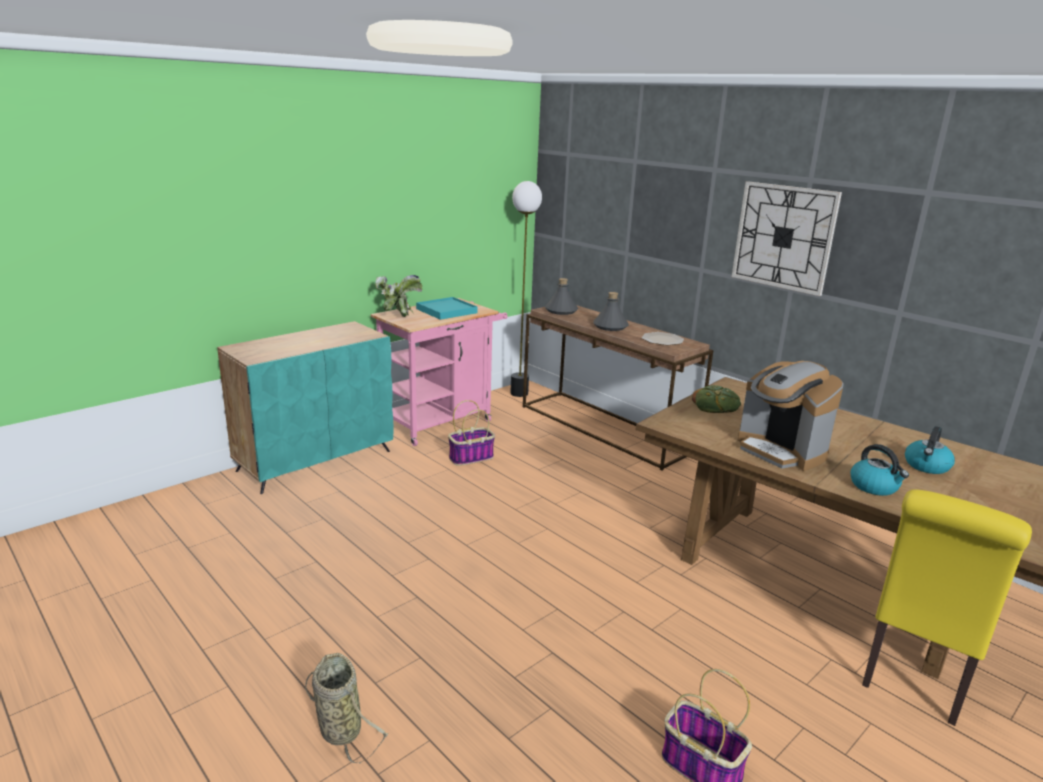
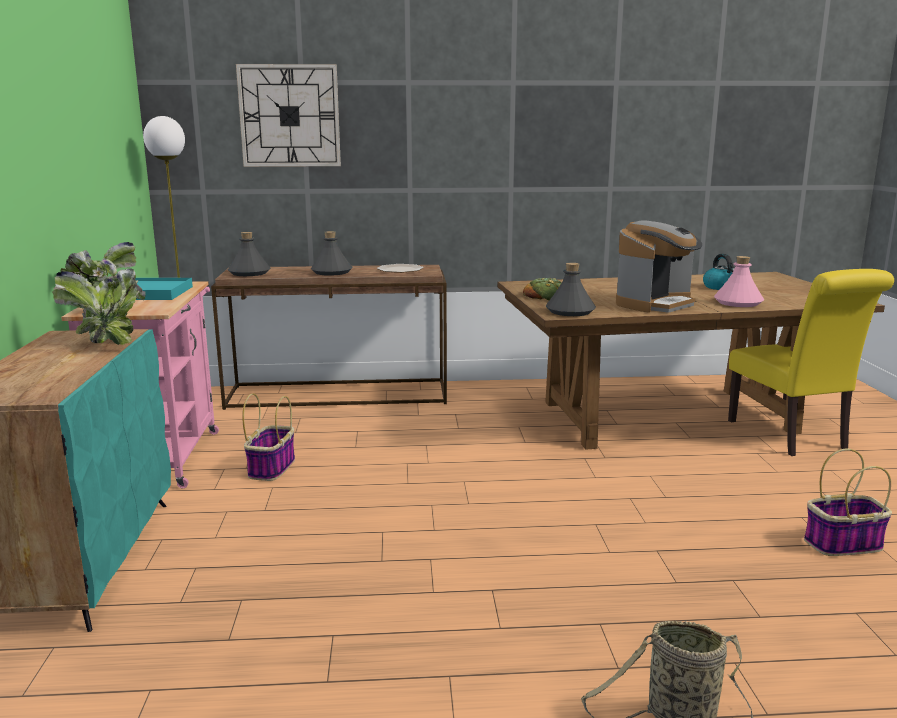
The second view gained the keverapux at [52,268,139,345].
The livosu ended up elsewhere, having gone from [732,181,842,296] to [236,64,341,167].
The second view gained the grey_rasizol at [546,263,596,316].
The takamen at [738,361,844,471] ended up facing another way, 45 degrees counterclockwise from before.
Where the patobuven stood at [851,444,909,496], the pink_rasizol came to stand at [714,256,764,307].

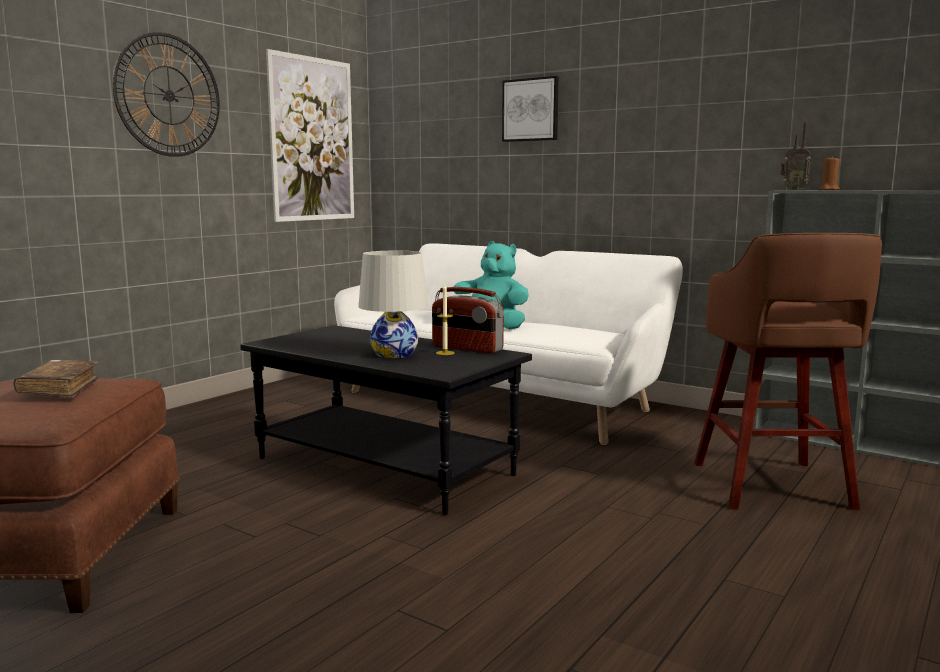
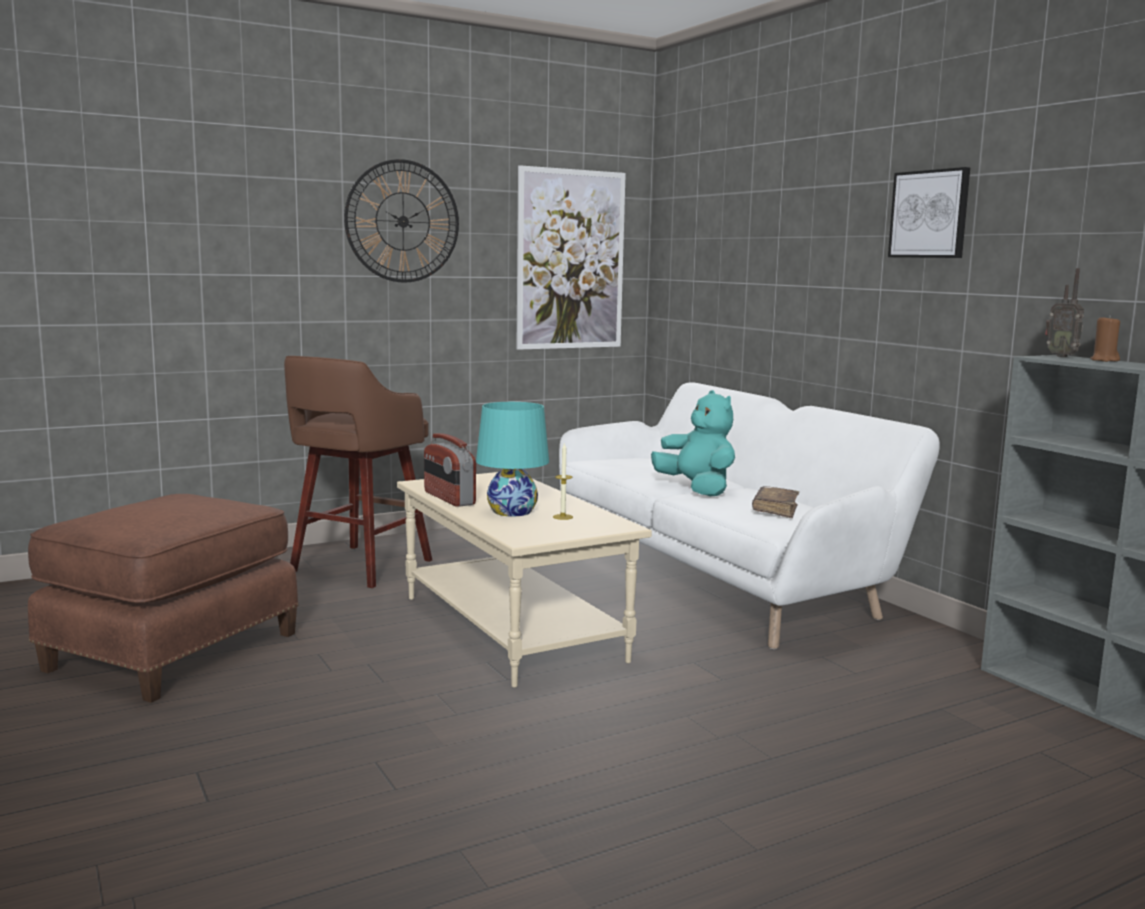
The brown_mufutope ended up elsewhere, having gone from [694,233,882,510] to [284,356,432,588].
What was the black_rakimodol at [240,325,532,515] turned into the beige_rakimodol at [397,472,652,688].
The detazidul ended up elsewhere, having gone from [432,287,504,353] to [424,433,476,507].
What was the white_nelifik at [358,251,428,358] turned into the turquoise_nelifik at [476,402,549,516].
The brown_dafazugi ended up elsewhere, having gone from [14,360,99,398] to [752,486,799,518].
The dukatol ended up elsewhere, having gone from [502,76,559,142] to [888,167,970,258].

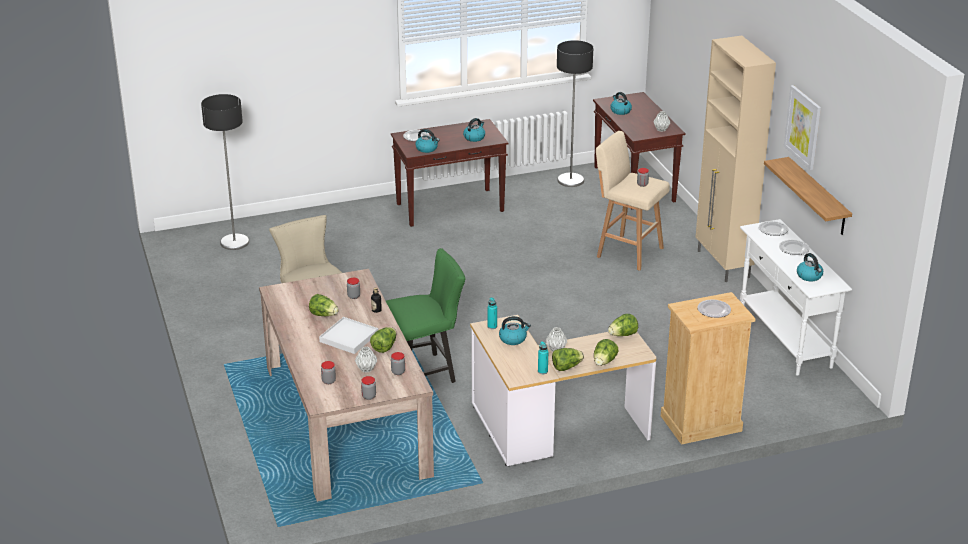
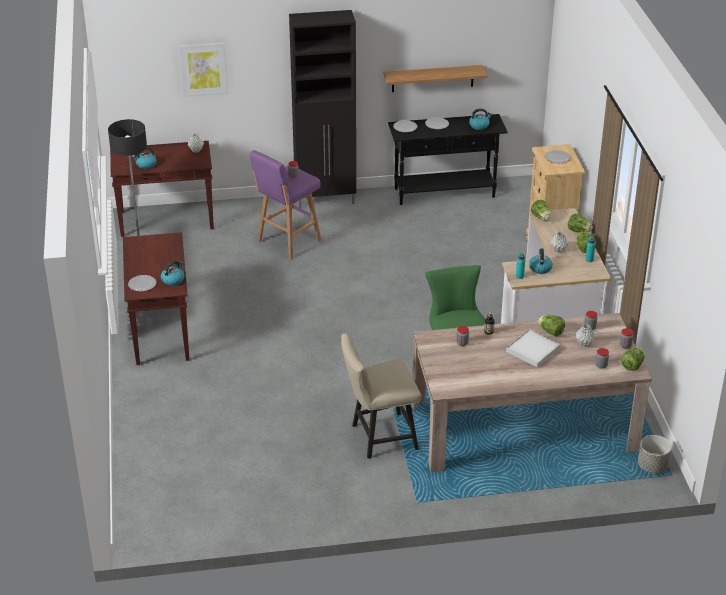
The dukatol ended up elsewhere, having gone from [784,85,821,170] to [179,43,228,97].
What was the beige_mufutope at [596,131,670,271] turned into the purple_mufutope at [250,150,322,259].
What was the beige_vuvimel at [696,36,776,282] turned into the black_vuvimel at [289,10,356,208].
What was the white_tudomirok at [740,219,852,376] turned into the black_tudomirok at [388,114,508,205].
The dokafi ended up elsewhere, having gone from [309,294,339,316] to [620,348,645,371].
The second view gained the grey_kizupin at [638,435,672,473].
The second view lost the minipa at [201,94,249,250].
The second view lost the patobuven at [463,118,485,142].

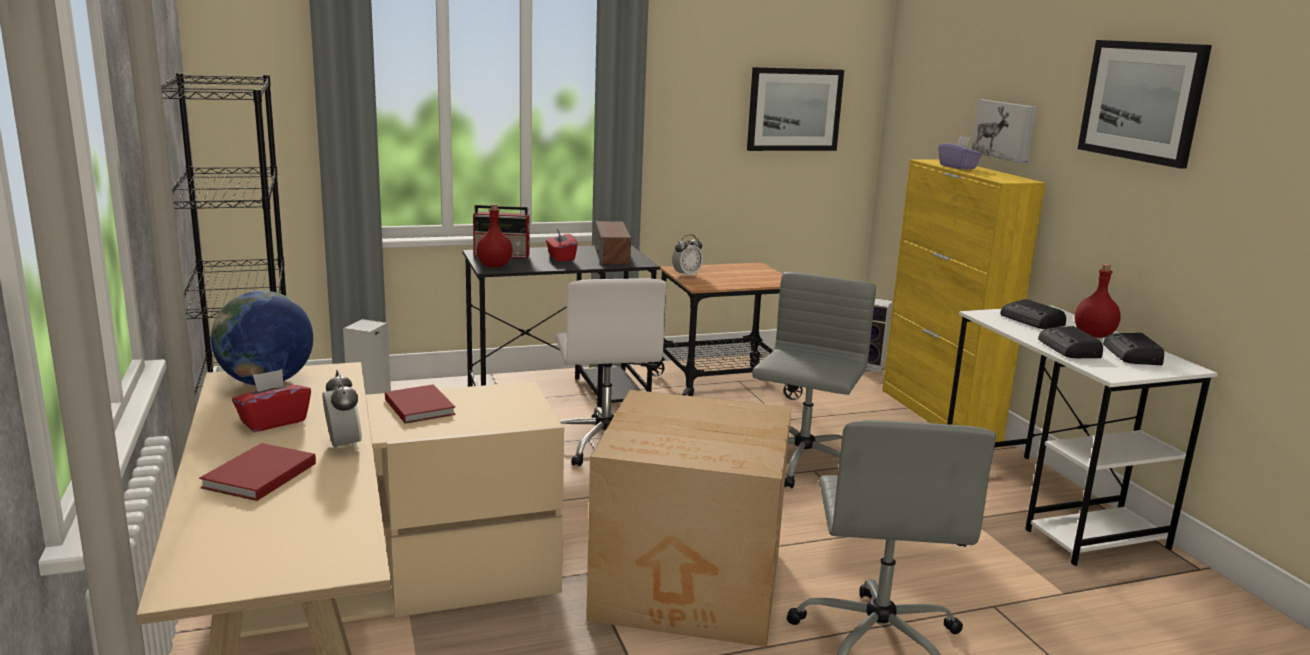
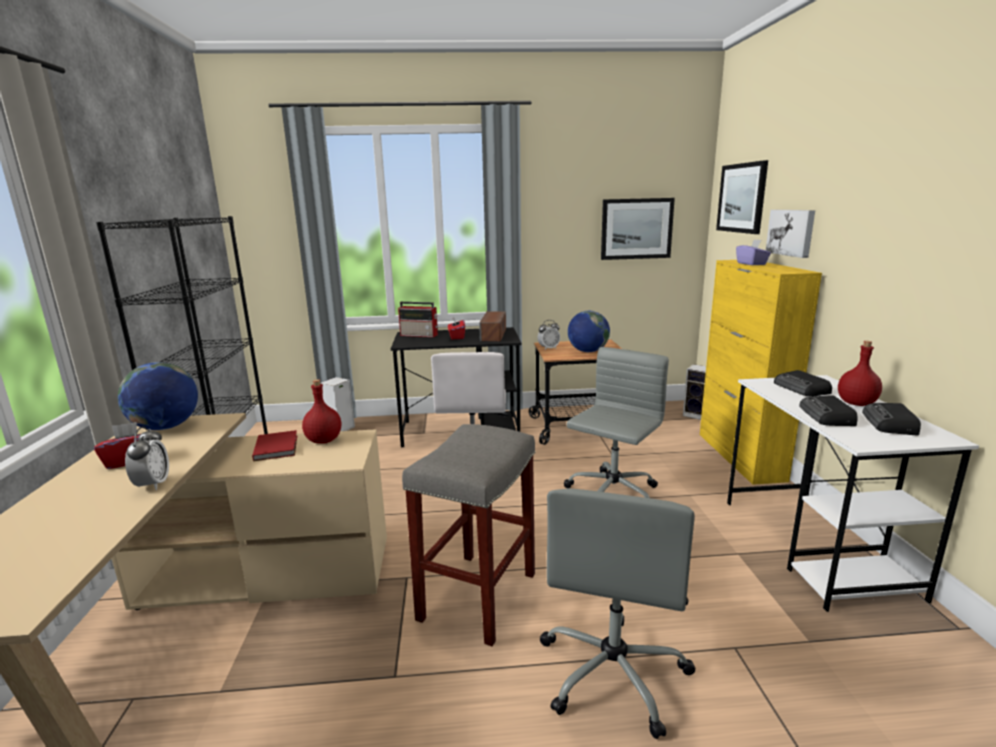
The red_rasizol ended up elsewhere, having gone from [476,204,513,267] to [302,379,341,444].
Where the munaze stood at [586,390,791,647], the grey_mufutope came to stand at [402,424,536,646].
The second view gained the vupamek at [568,311,610,352].
The dukatol ended up elsewhere, having gone from [1077,40,1212,169] to [716,160,768,234].
The second view lost the red_dafazugi at [199,443,316,501].

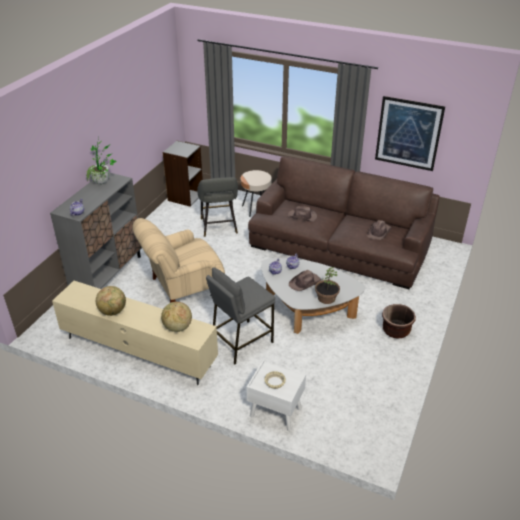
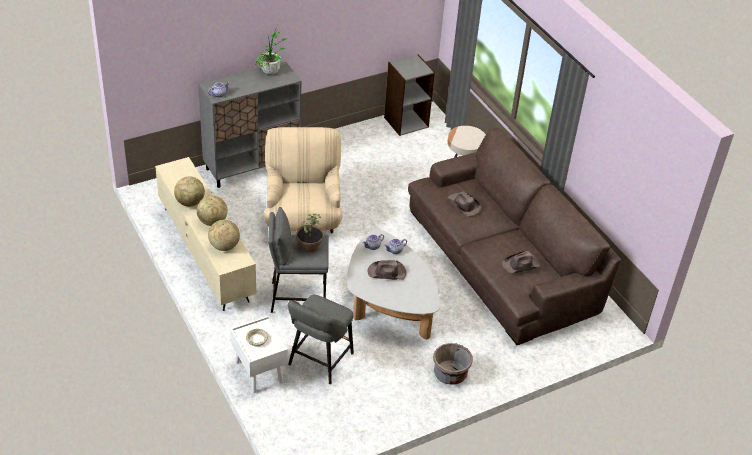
The second view gained the vupamek at [197,196,228,226].
The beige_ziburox at [132,218,225,303] ended up facing another way, 75 degrees clockwise from before.
The grey_mufutope ended up elsewhere, having gone from [197,177,238,237] to [288,295,354,384].
The keverapux ended up elsewhere, having gone from [315,267,340,304] to [296,213,324,252].
What was the brown_kizupin at [382,304,416,339] turned into the grey_kizupin at [433,343,473,385].
The second view lost the dukatol at [375,96,445,171].

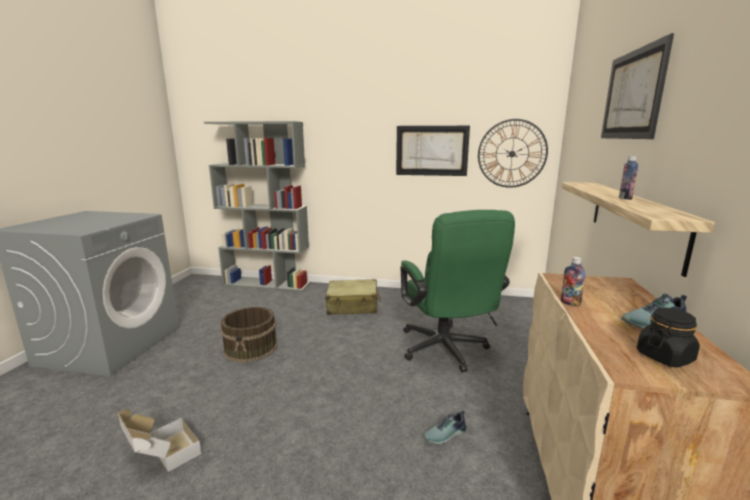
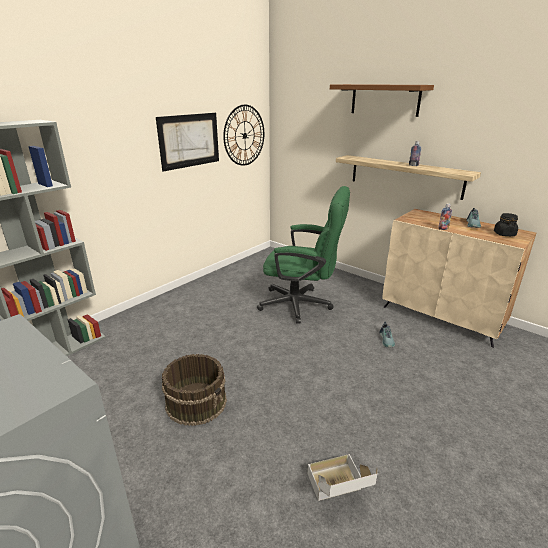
Where the dukatol hung at [601,33,674,139], the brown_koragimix came to hang at [330,84,434,117].
The second view lost the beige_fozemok at [325,279,381,315].

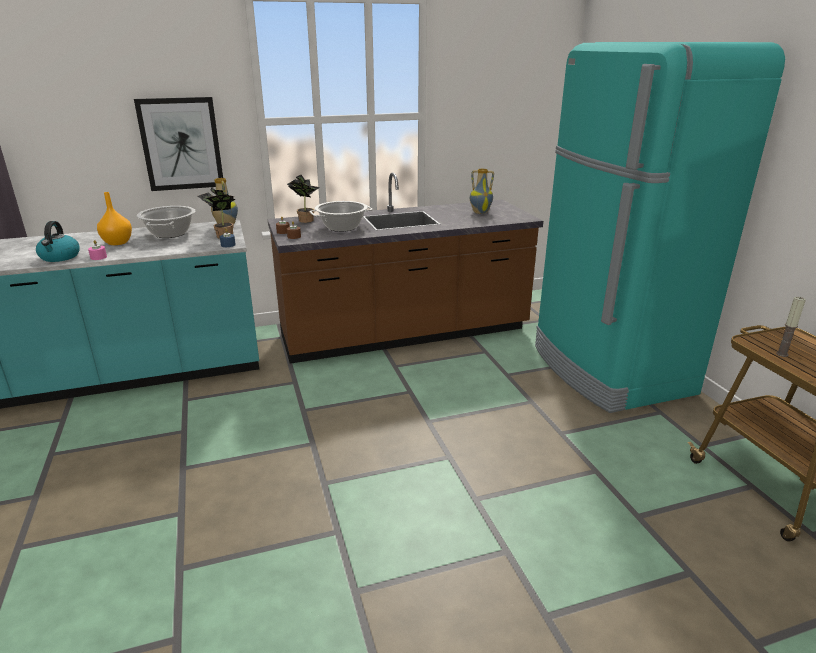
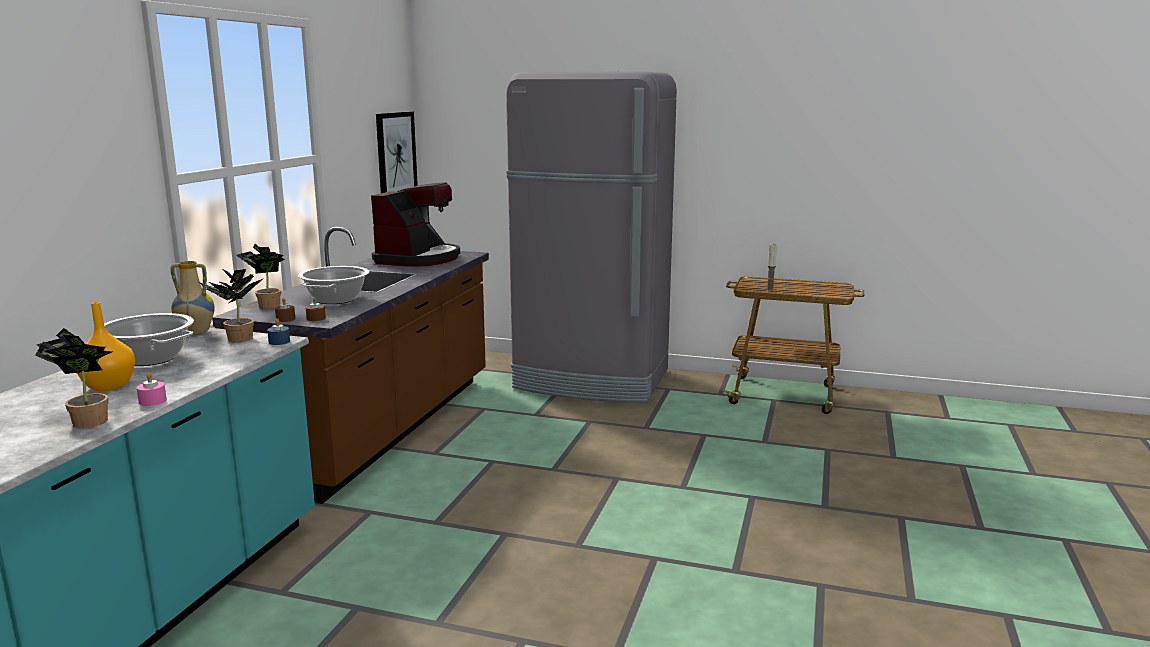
Where the patobuven stood at [36,221,80,262], the keverapux came to stand at [35,328,112,428].
Where the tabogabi stood at [470,169,494,214], the takamen came to stand at [371,182,460,267].
The dukatol ended up elsewhere, having gone from [134,97,223,191] to [376,112,418,193].
What was the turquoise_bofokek at [535,42,785,413] turned into the grey_bofokek at [506,71,677,403].

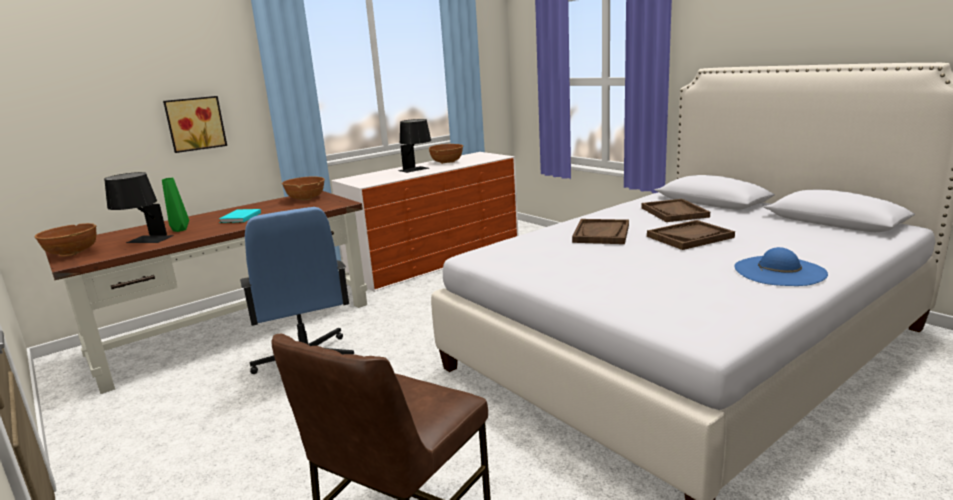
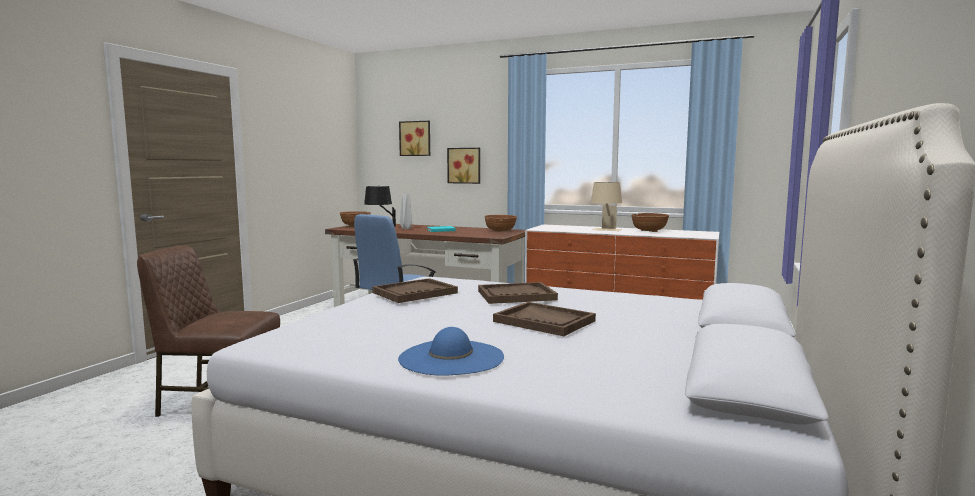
The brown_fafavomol ended up elsewhere, having gone from [641,199,710,222] to [372,278,458,303].
The second view gained the dukatol at [399,121,430,156].
What was the green_tabogabi at [162,178,189,232] turned into the grey_tabogabi at [400,194,412,229].
What was the black_nelifik at [398,119,431,173] turned into the beige_nelifik at [591,182,622,231].

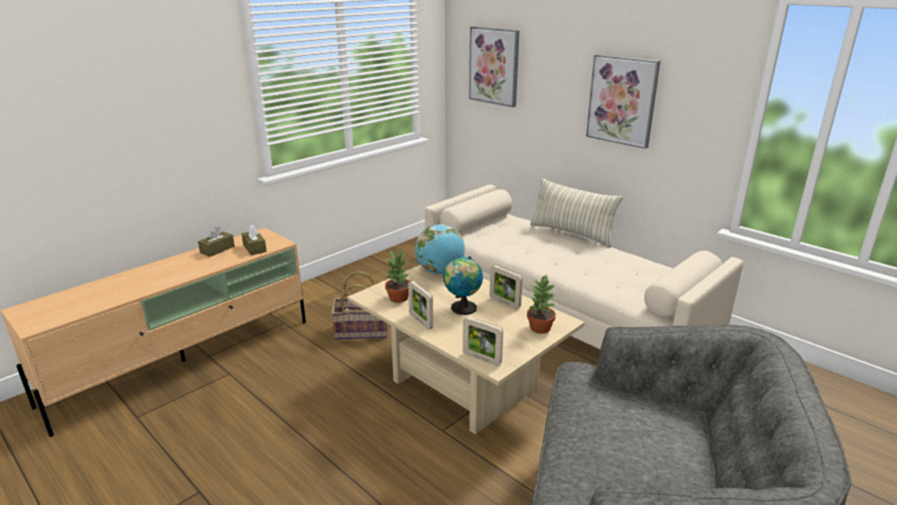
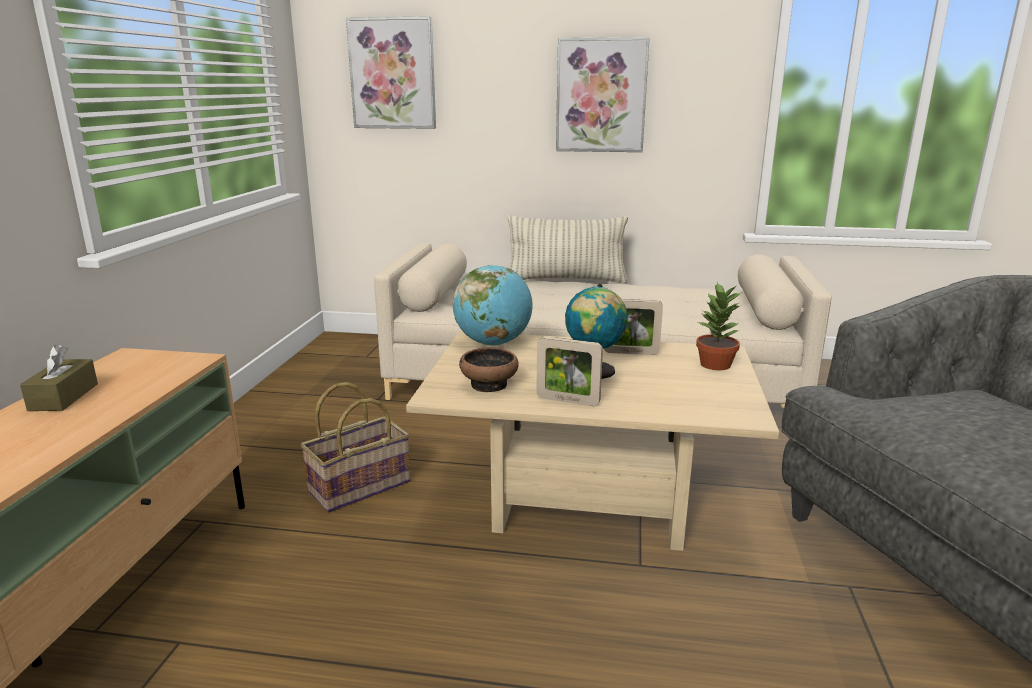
Where the keverapux stood at [385,250,410,303], the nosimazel came to stand at [459,348,519,392].
The second view lost the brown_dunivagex at [241,225,267,255].
The second view lost the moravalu at [463,317,503,366].

